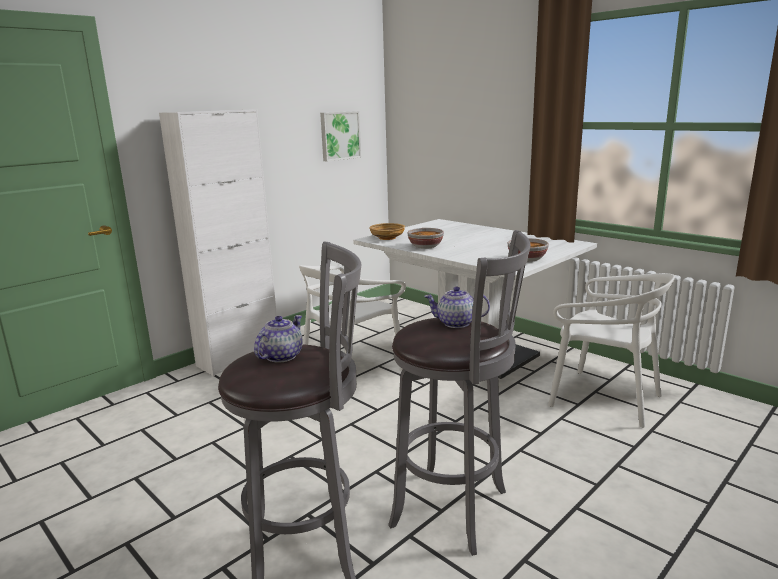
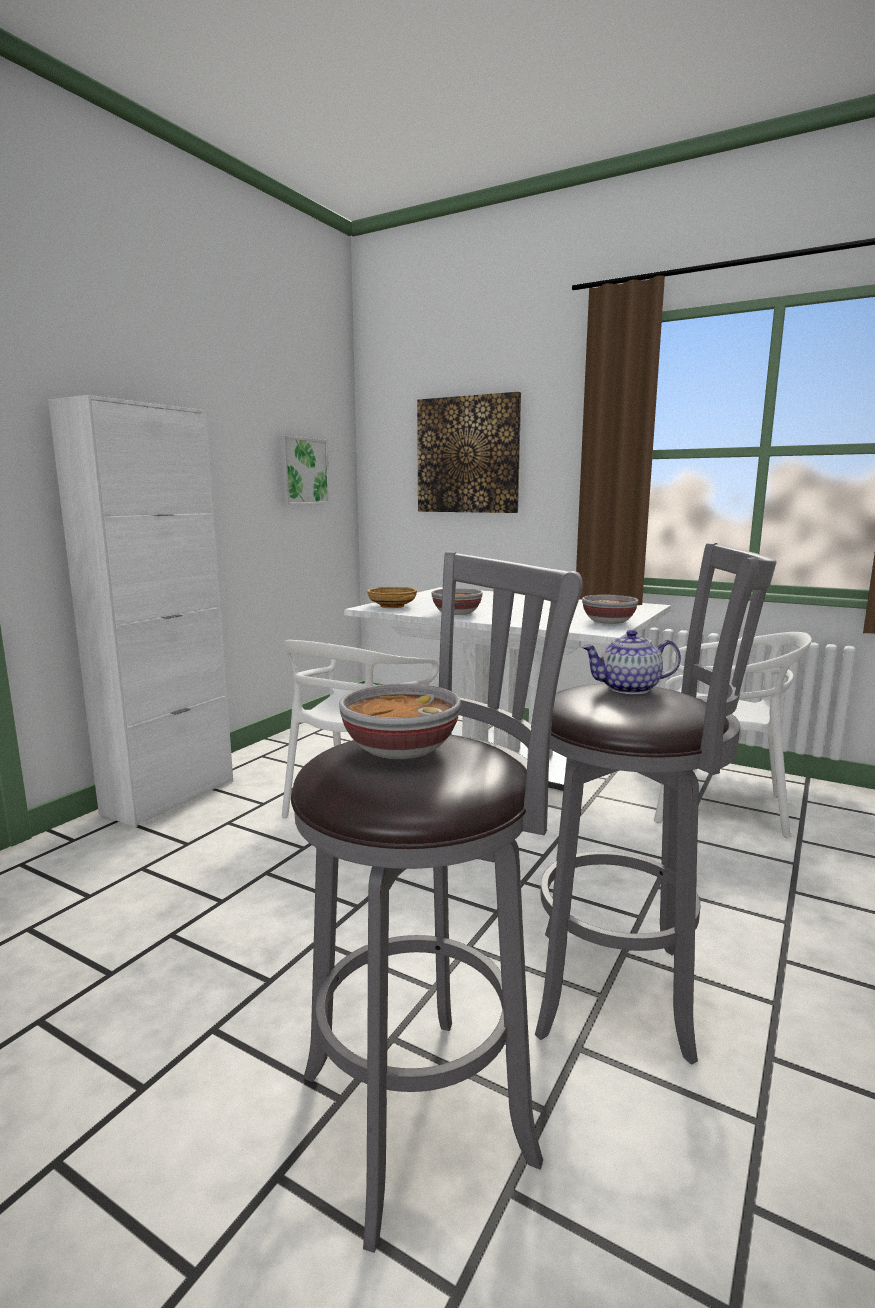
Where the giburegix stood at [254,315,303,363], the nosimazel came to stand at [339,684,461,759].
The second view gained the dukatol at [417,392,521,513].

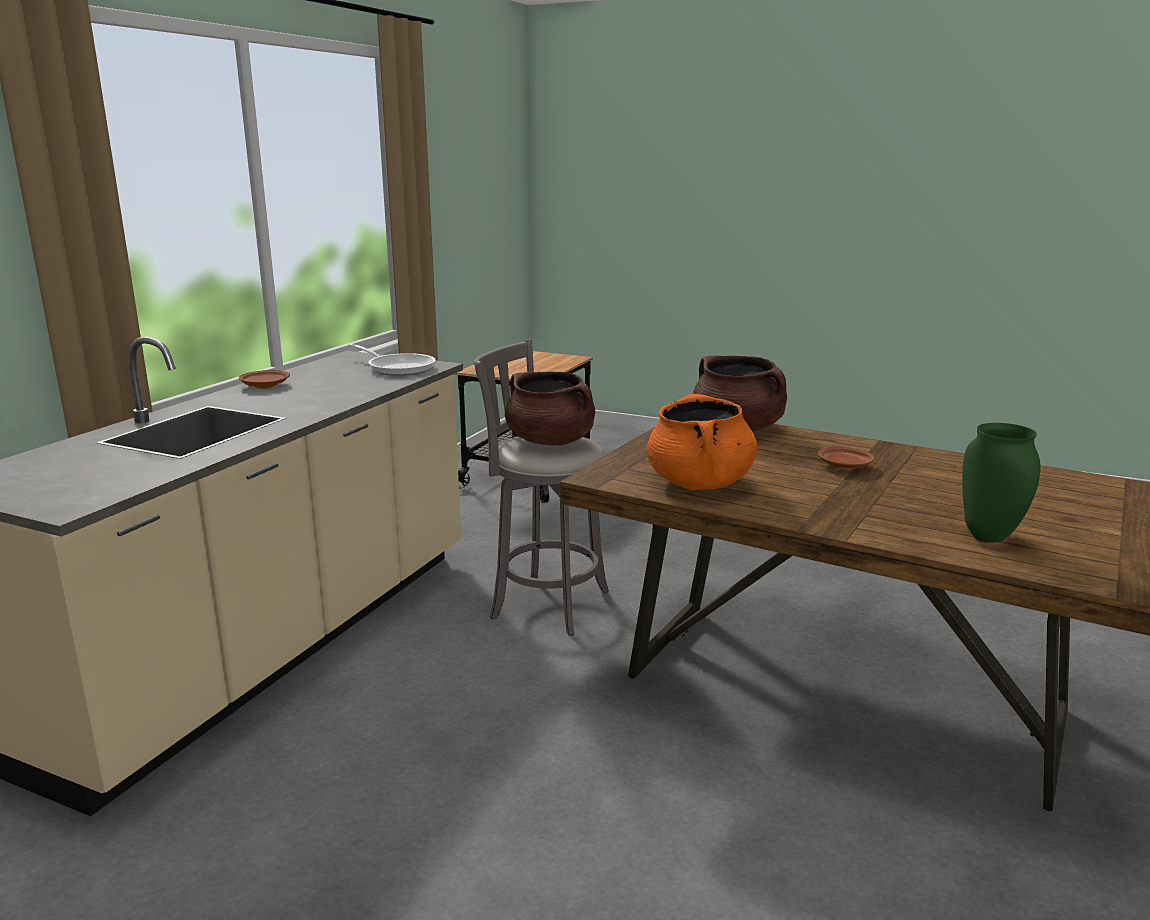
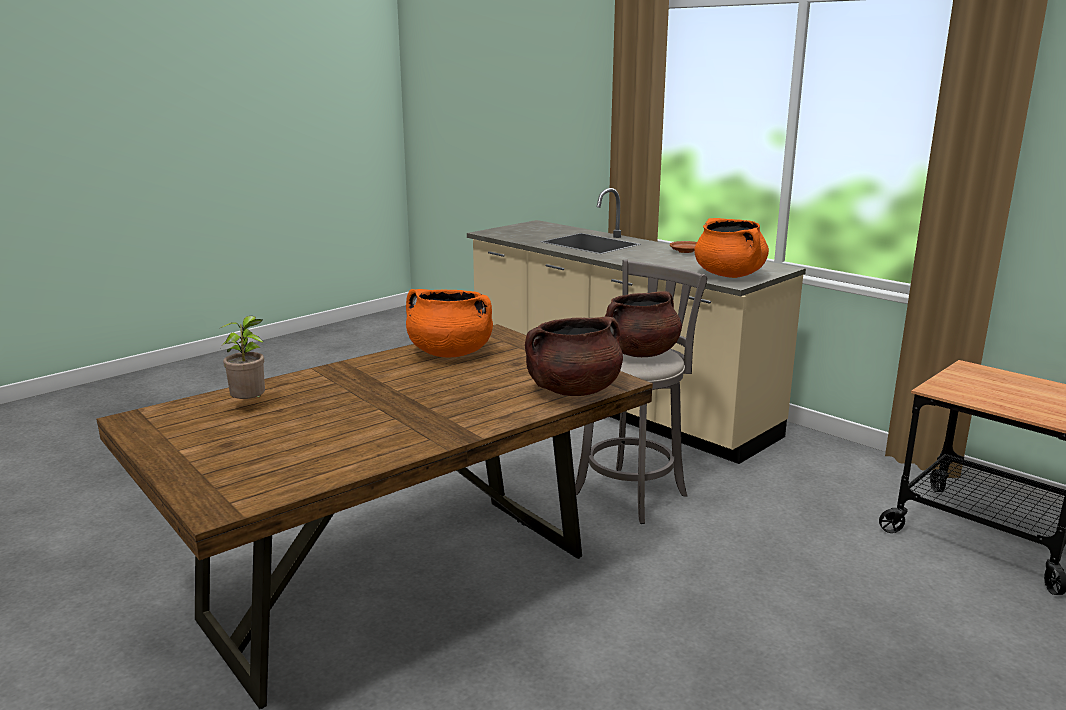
Where the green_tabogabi stood at [962,423,1040,543], the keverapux came to stand at [220,316,265,399].
Where the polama stood at [349,343,436,376], the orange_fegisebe came to stand at [694,218,769,278].
The second view lost the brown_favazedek at [818,447,874,470].

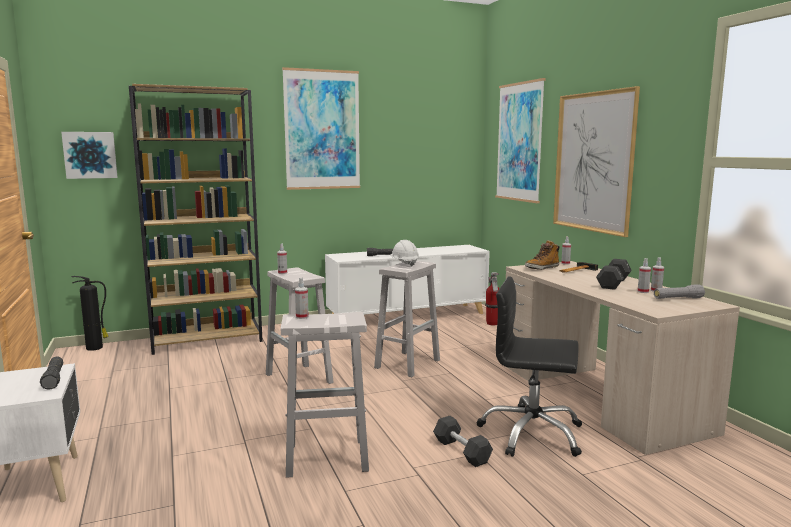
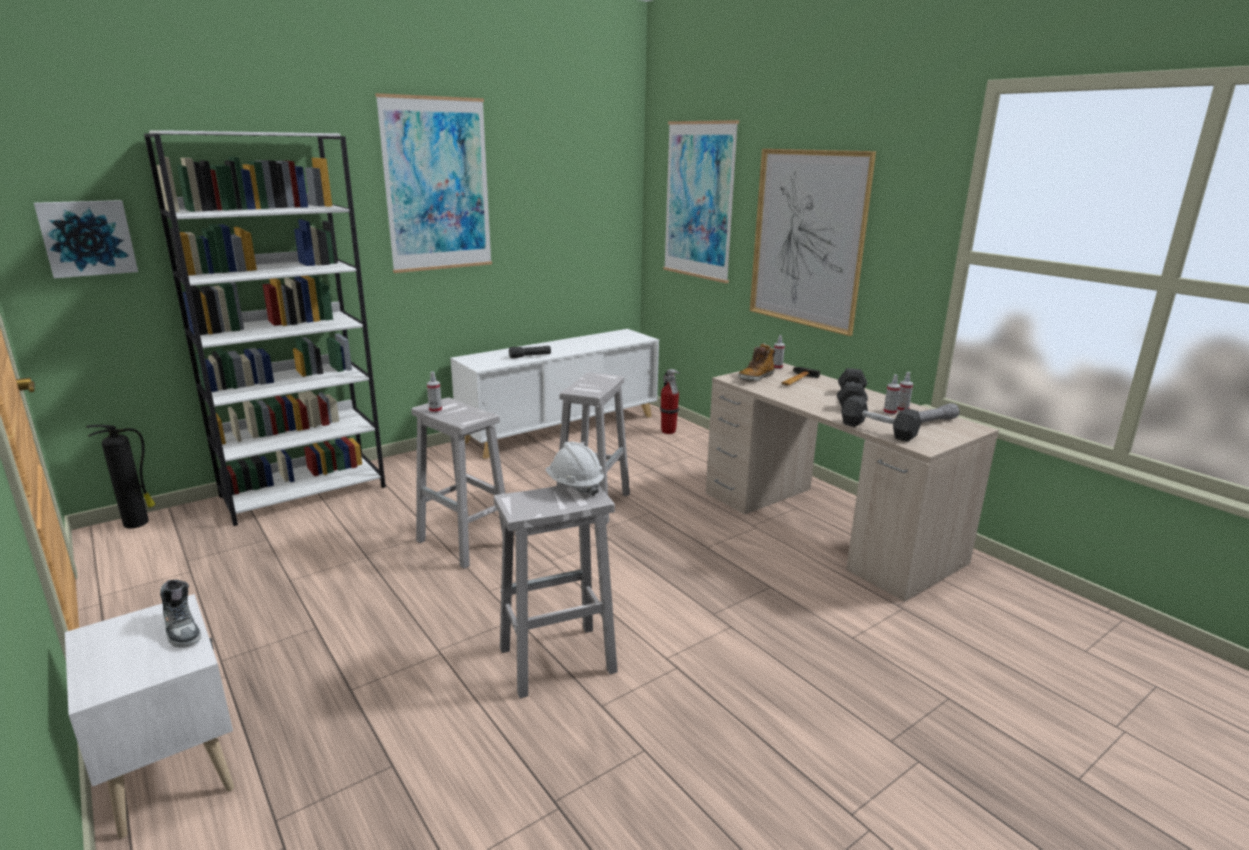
What was the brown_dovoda at [129,84,263,355] turned into the white_dovoda at [144,130,386,526].
Where the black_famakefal stood at [40,356,63,389], the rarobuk came to stand at [160,580,201,648].
The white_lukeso ended up elsewhere, having gone from [390,240,419,266] to [545,442,604,496].
The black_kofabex ended up elsewhere, having gone from [433,416,493,467] to [841,395,921,442].
The second view lost the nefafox at [295,278,309,319].
The second view lost the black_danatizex at [477,276,582,457].

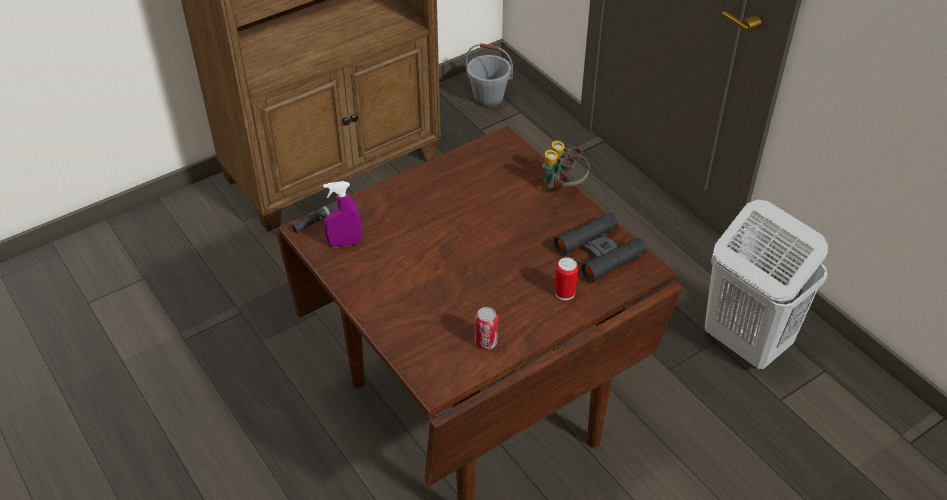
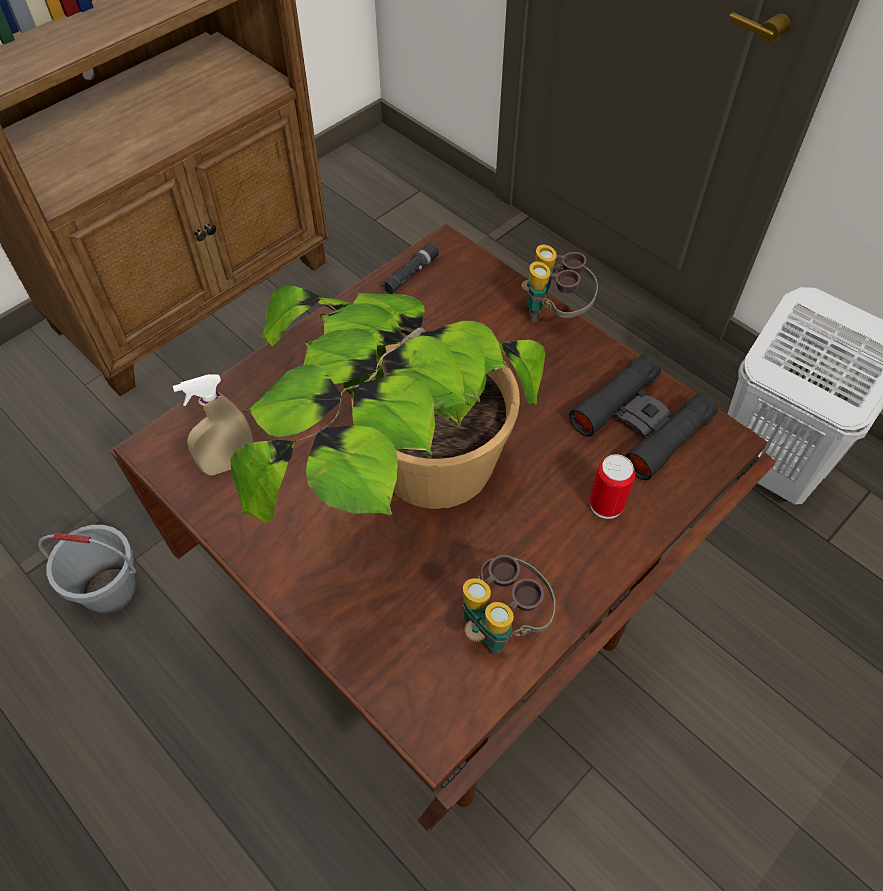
The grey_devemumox ended up elsewhere, having gone from [466,43,513,107] to [38,525,137,614].
What was the purple_nefafox at [323,181,361,248] turned into the beige_nefafox at [173,374,253,475].
The second view gained the keverapux at [230,285,545,523].
The black_famakefal ended up elsewhere, having gone from [292,202,337,233] to [382,242,439,294].
Where the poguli stood at [475,307,498,350], the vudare came to stand at [463,555,555,655].

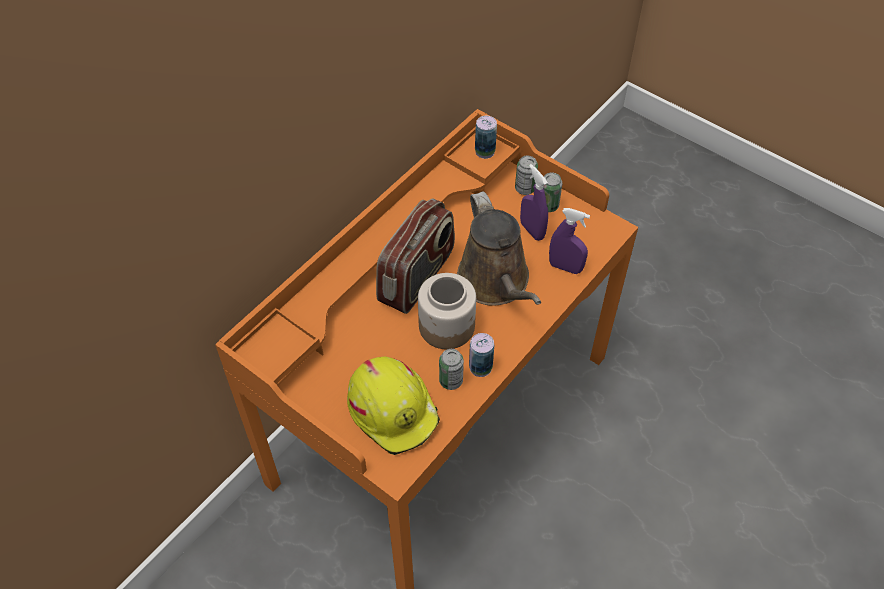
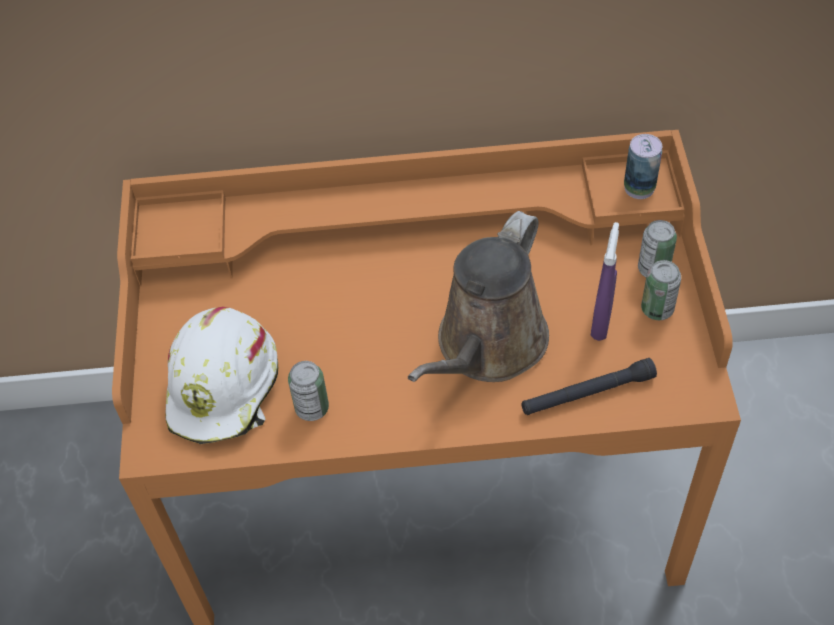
What was the yellow_lukeso at [347,357,440,455] turned into the white_lukeso at [165,307,278,444].
Where the purple_nefafox stood at [549,208,590,274], the black_famakefal came to stand at [521,358,657,415].
The second view lost the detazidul at [376,199,455,314].
The second view lost the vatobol at [418,273,476,349].
The second view lost the poguli at [469,333,494,377].

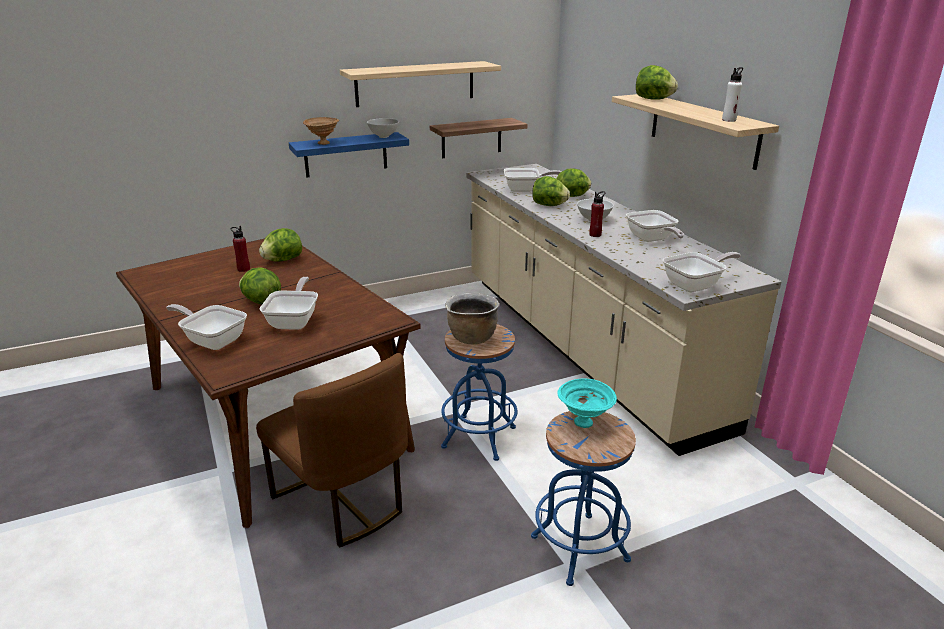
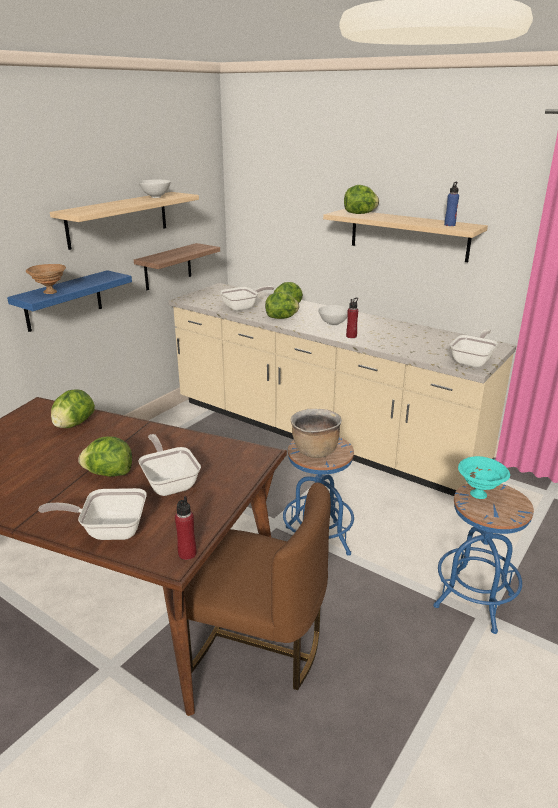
The white_nosimazel ended up elsewhere, having gone from [367,118,399,138] to [139,180,171,198].
The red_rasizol ended up elsewhere, having gone from [231,226,250,272] to [175,496,196,560].
What was the white_rasizol at [722,67,743,122] turned into the blue_rasizol at [444,182,459,226].
The second view lost the polama at [626,210,684,242].

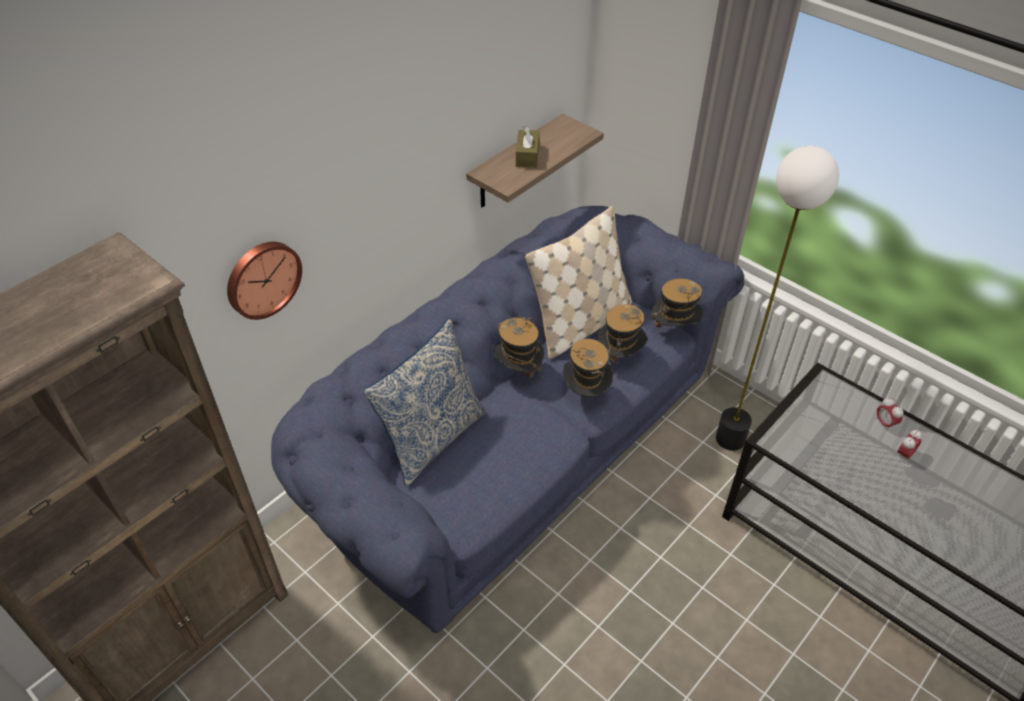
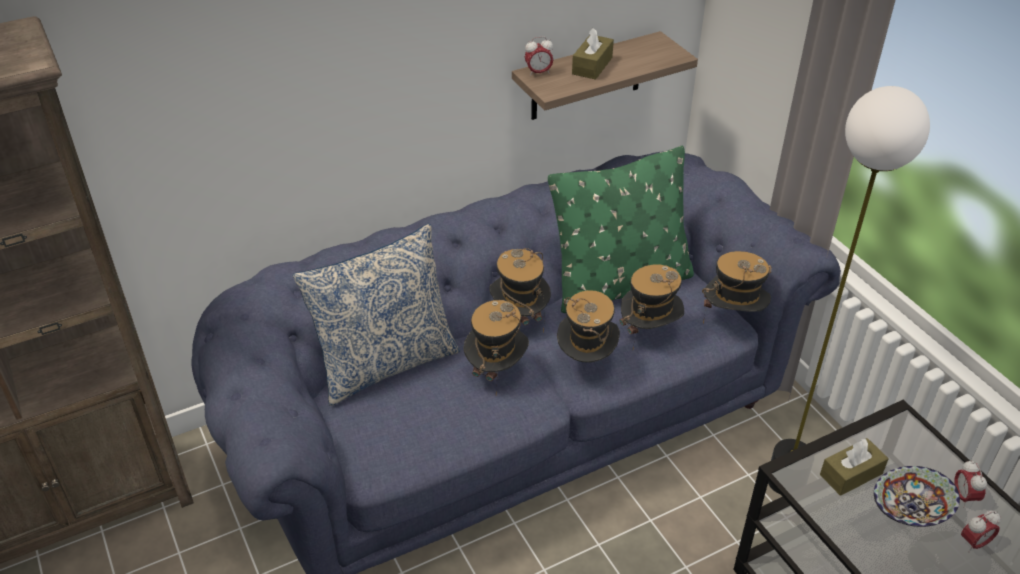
The second view gained the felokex at [464,300,529,395].
The second view gained the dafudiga at [525,36,553,76].
What was the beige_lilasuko at [525,206,632,359] turned into the green_lilasuko at [548,146,694,313].
The second view gained the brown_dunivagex at [820,438,889,496].
The second view gained the nosimazel at [874,466,960,527].
The second view lost the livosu at [227,242,302,320].

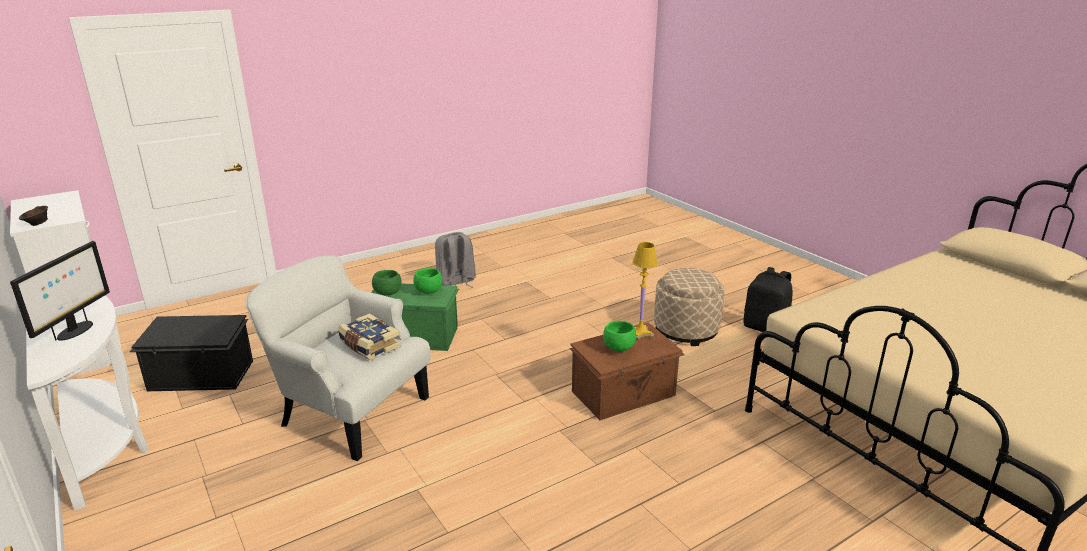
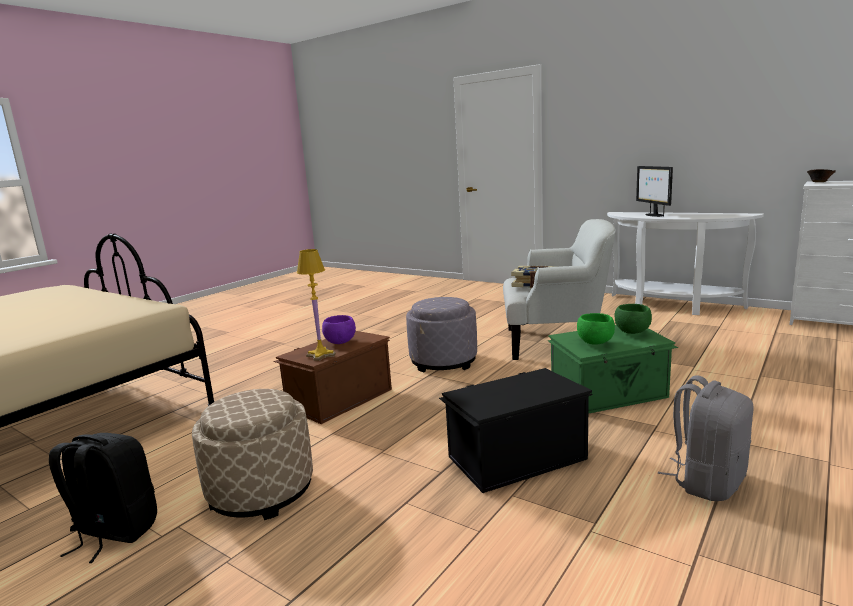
What was the green_nosimazel at [603,321,636,352] turned into the purple_nosimazel at [322,315,356,344].
The second view gained the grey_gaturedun at [406,297,477,372].
The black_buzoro ended up elsewhere, having gone from [130,315,253,391] to [439,368,593,493].

